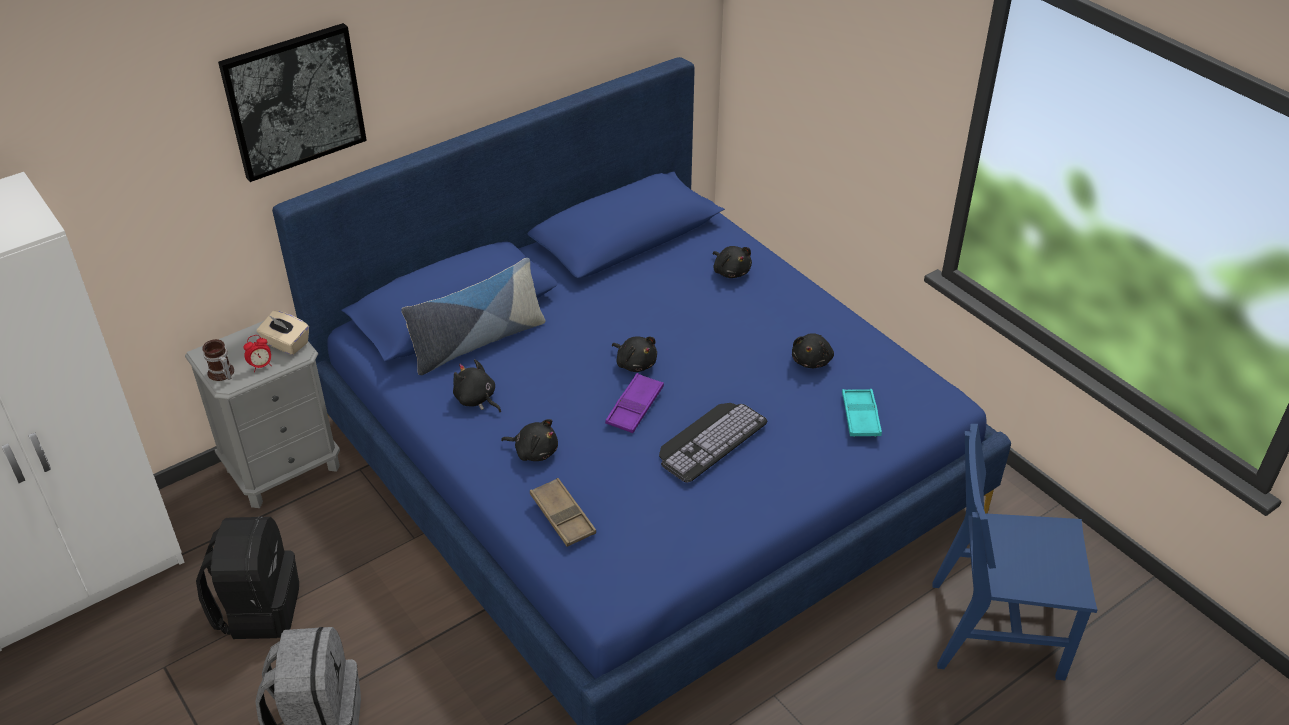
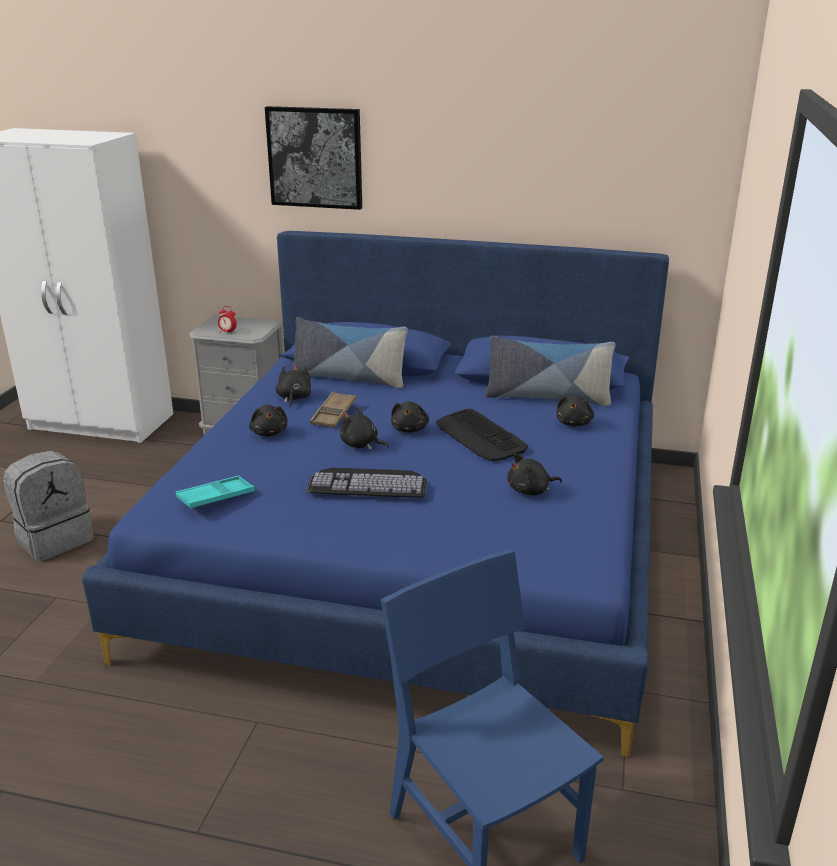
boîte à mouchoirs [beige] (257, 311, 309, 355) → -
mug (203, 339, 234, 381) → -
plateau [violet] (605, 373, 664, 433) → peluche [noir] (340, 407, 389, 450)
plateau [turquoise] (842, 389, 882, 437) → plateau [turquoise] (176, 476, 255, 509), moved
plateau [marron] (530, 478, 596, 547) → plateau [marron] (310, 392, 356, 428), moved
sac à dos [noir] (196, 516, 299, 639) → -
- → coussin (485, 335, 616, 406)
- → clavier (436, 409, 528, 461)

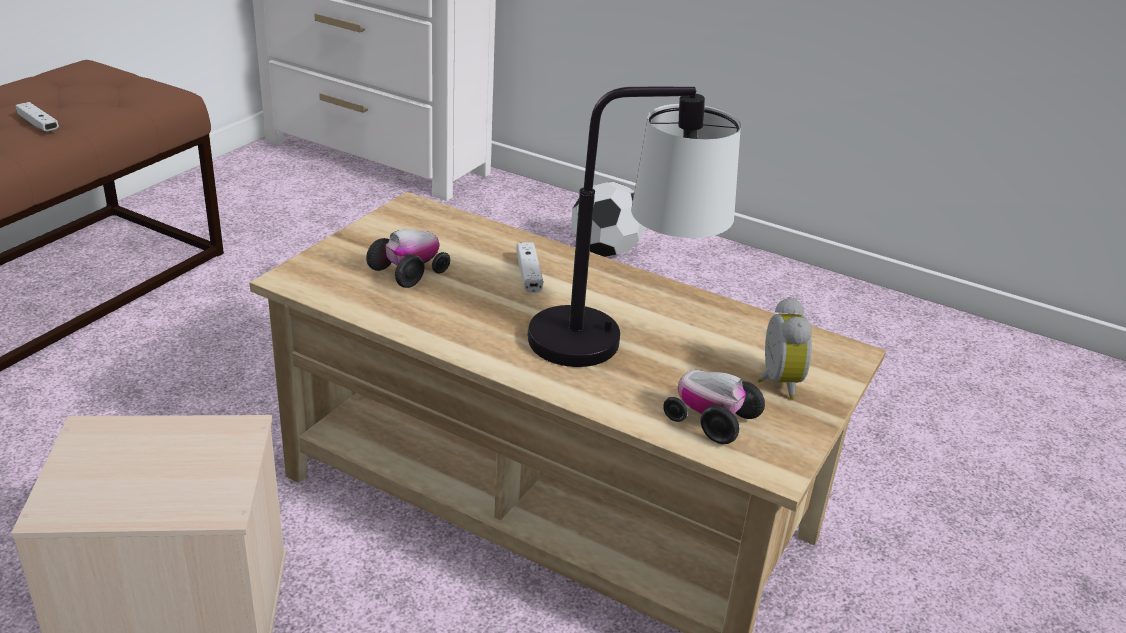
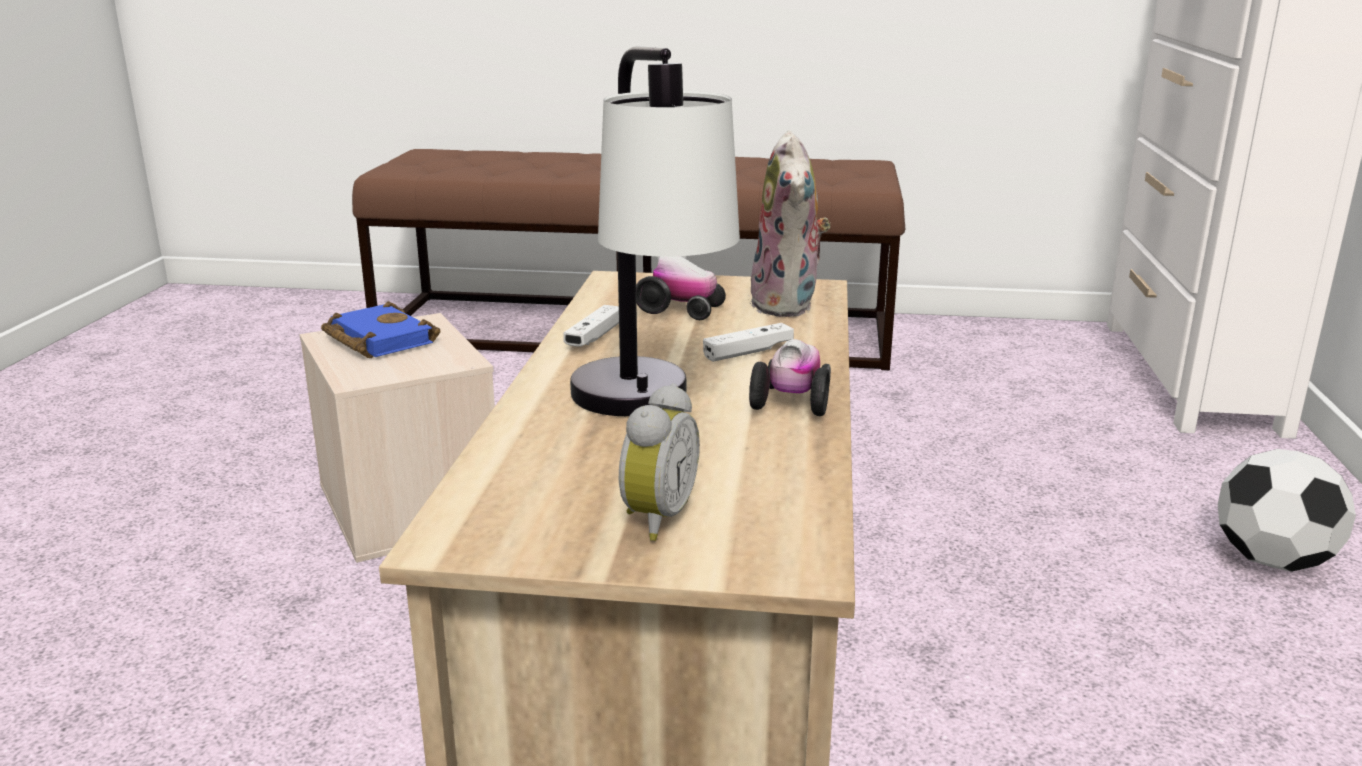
manette [blanc] (15, 102, 59, 131) → manette [blanc] (564, 305, 619, 347), moved
réveil (757, 297, 812, 399) → réveil (619, 384, 700, 541), 45 degrees counterclockwise
petite voiture (663, 370, 765, 444) → petite voiture (749, 339, 831, 416), moved
- → peluche (749, 131, 831, 317)
- → livre [bleu] (321, 301, 441, 358)

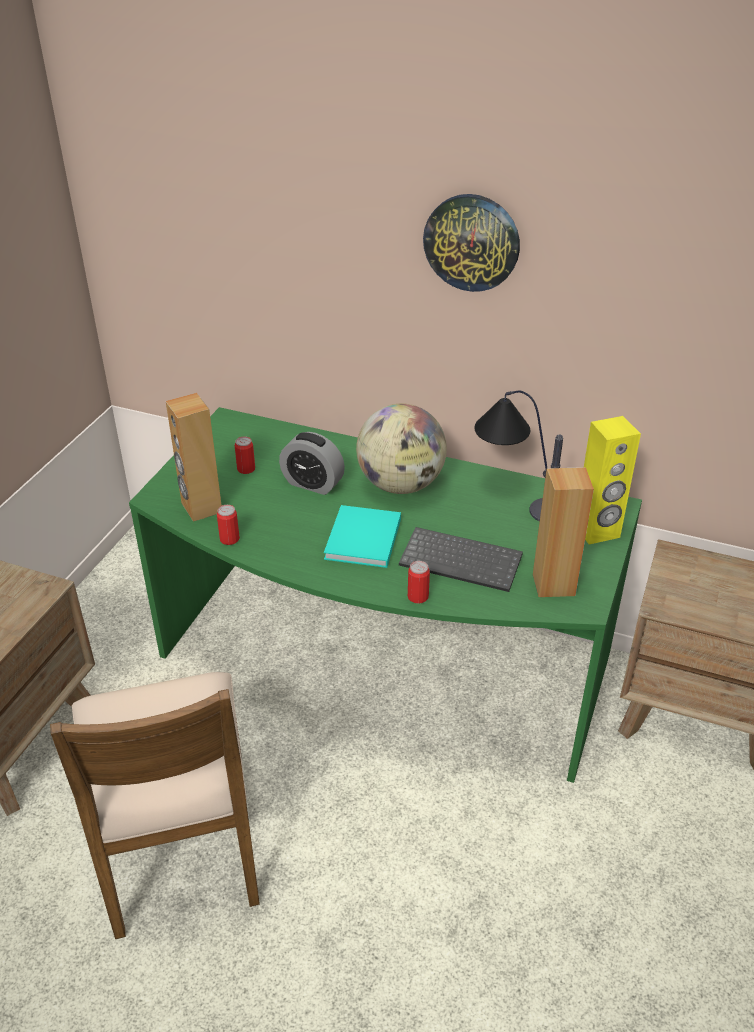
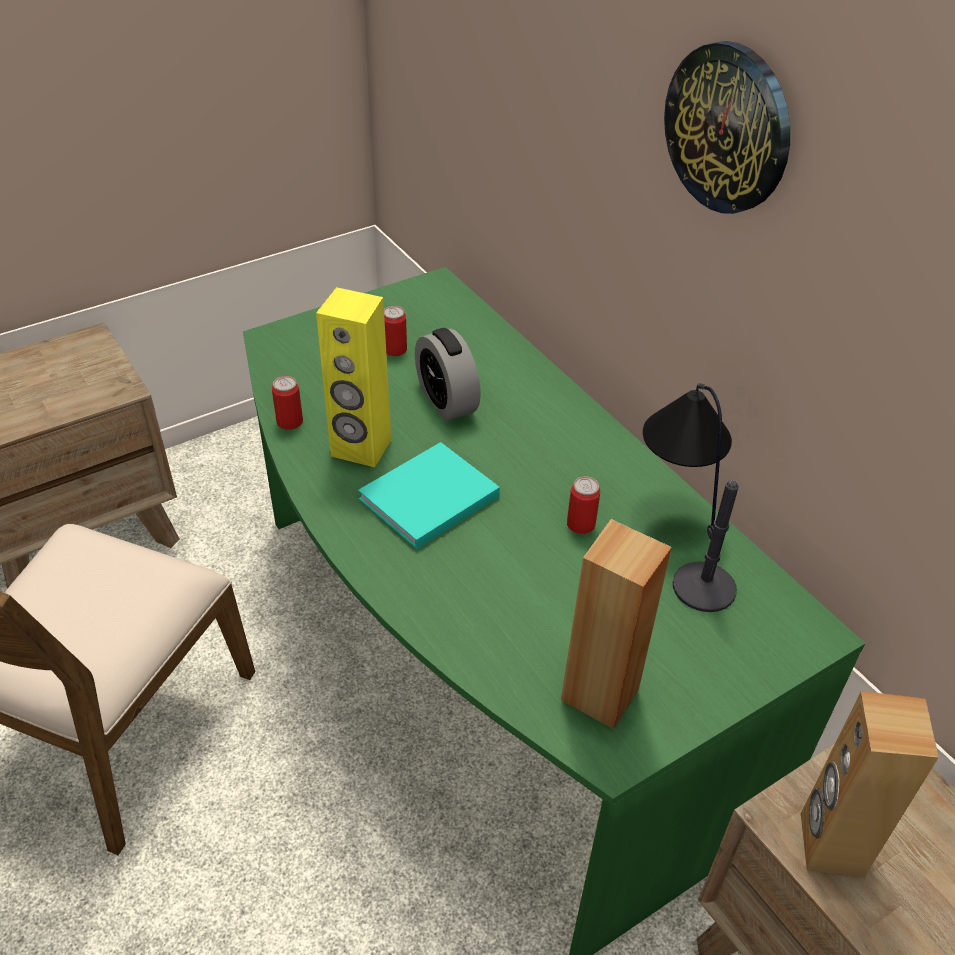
enceinte [marron] (166, 393, 222, 522) → enceinte [marron] (801, 691, 939, 878), moved
globe (356, 403, 447, 494) → -
enceinte [jaune] (584, 416, 641, 544) → enceinte [jaune] (316, 287, 391, 467), moved
clavier (399, 527, 523, 592) → -
boîte métallique (408, 561, 430, 604) → boîte métallique (567, 476, 600, 534), moved

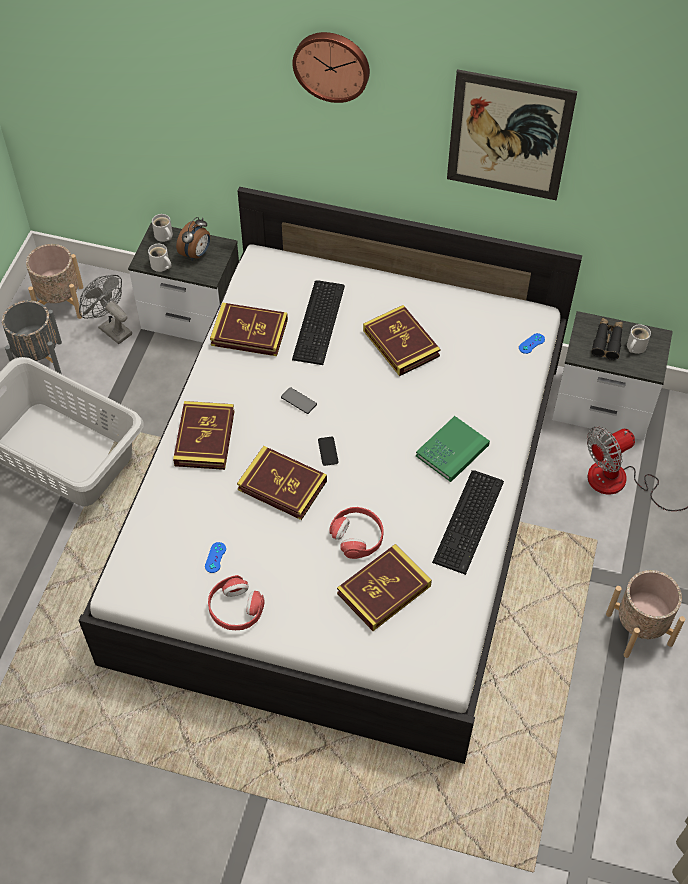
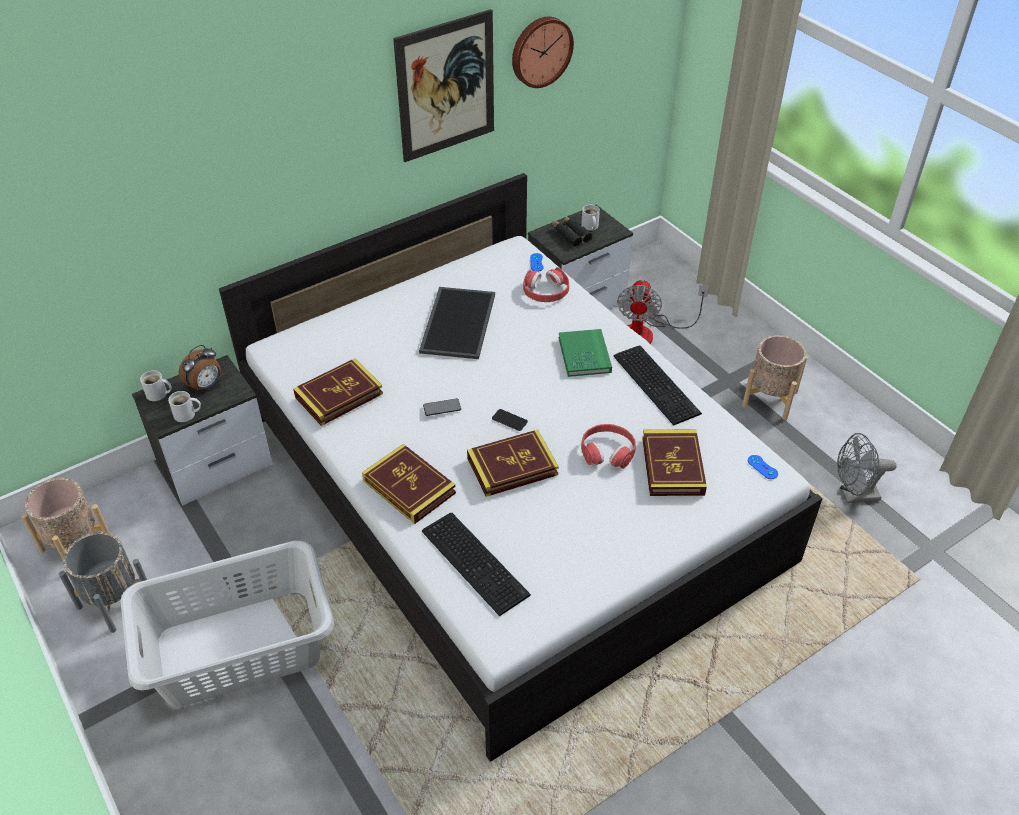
horloge murale (292, 32, 370, 103) → horloge murale (512, 17, 574, 88), moved
réveil (176, 217, 210, 260) → réveil (179, 345, 221, 392), 60 degrees clockwise
ventilateur [gris] (79, 275, 132, 344) → ventilateur [gris] (837, 433, 897, 504), moved
clavier (292, 280, 345, 365) → clavier (422, 513, 531, 616), moved
livre (363, 305, 441, 376) → plateau (419, 287, 495, 359)
manette [bleu] (205, 542, 226, 573) → manette [bleu] (748, 455, 778, 479), moved
casque audio [rouge] (208, 575, 264, 630) → casque audio [rouge] (523, 267, 569, 302), moved

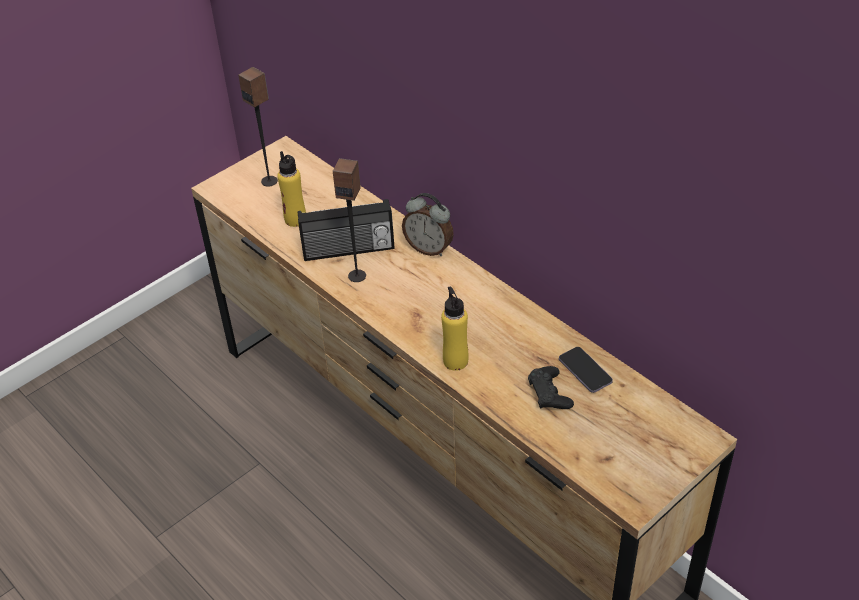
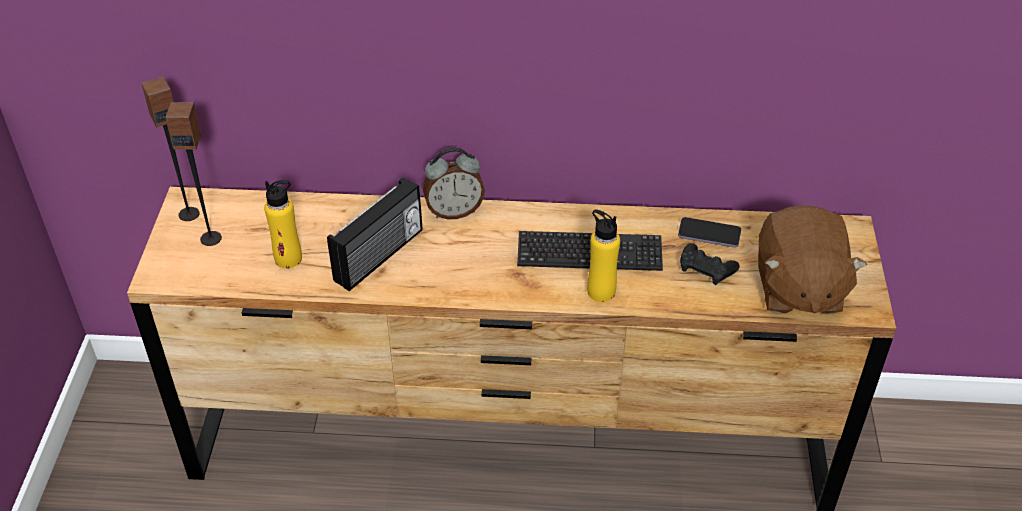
enceinte (333, 158, 366, 282) → enceinte (141, 77, 200, 221), moved
- → peluche [marron] (758, 205, 867, 314)
- → clavier (517, 231, 663, 271)

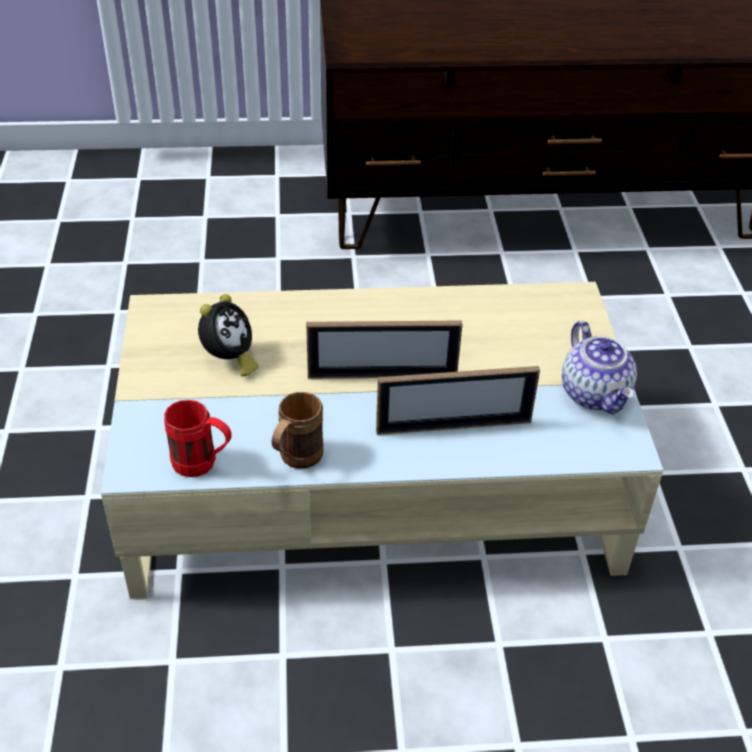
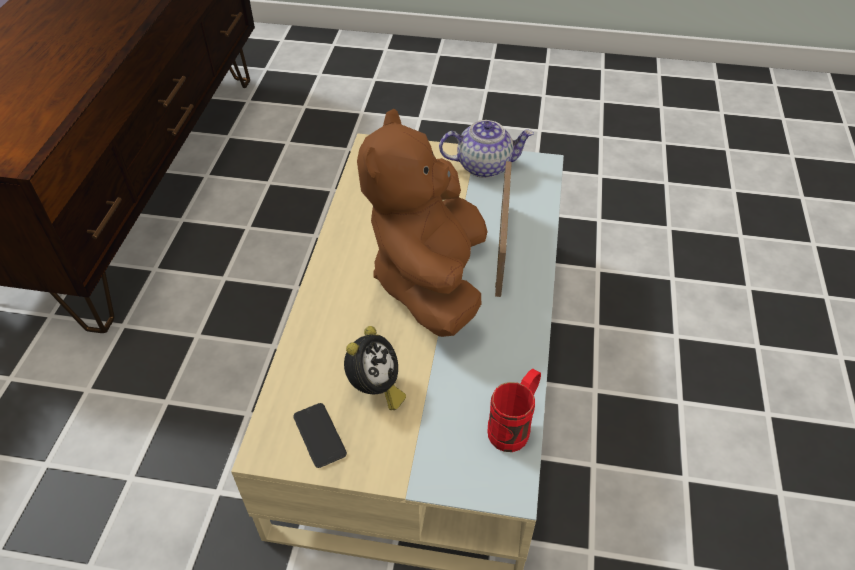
réveil (198, 294, 258, 377) → réveil (344, 326, 406, 410), 75 degrees clockwise
cadre photo (306, 321, 462, 379) → peluche [marron] (357, 109, 488, 337)
mug [marron] (271, 392, 324, 469) → -
- → téléphone (293, 403, 347, 468)

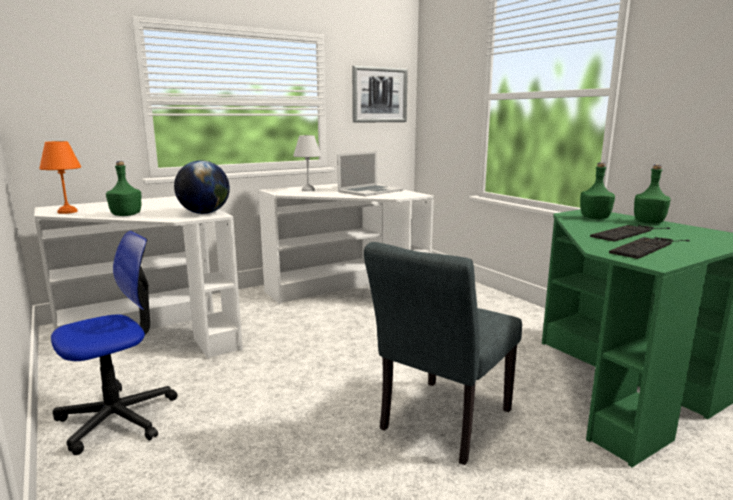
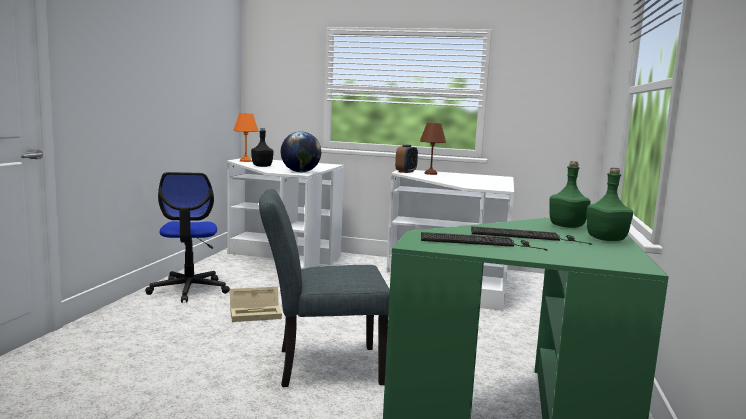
tableau (352, 66, 408, 123) → -
lampe de table [blanc] (293, 135, 321, 191) → lampe de table [marron] (420, 123, 446, 175)
ordinateur portable (337, 151, 404, 196) → -
bouteille [vert] (106, 161, 141, 216) → bouteille [noir] (251, 128, 274, 167)
chaise de bureau (51, 231, 178, 455) → chaise de bureau (145, 172, 230, 303), 75 degrees clockwise
- → réveil (395, 145, 418, 173)
- → boîte de rangement [beige] (230, 287, 282, 322)

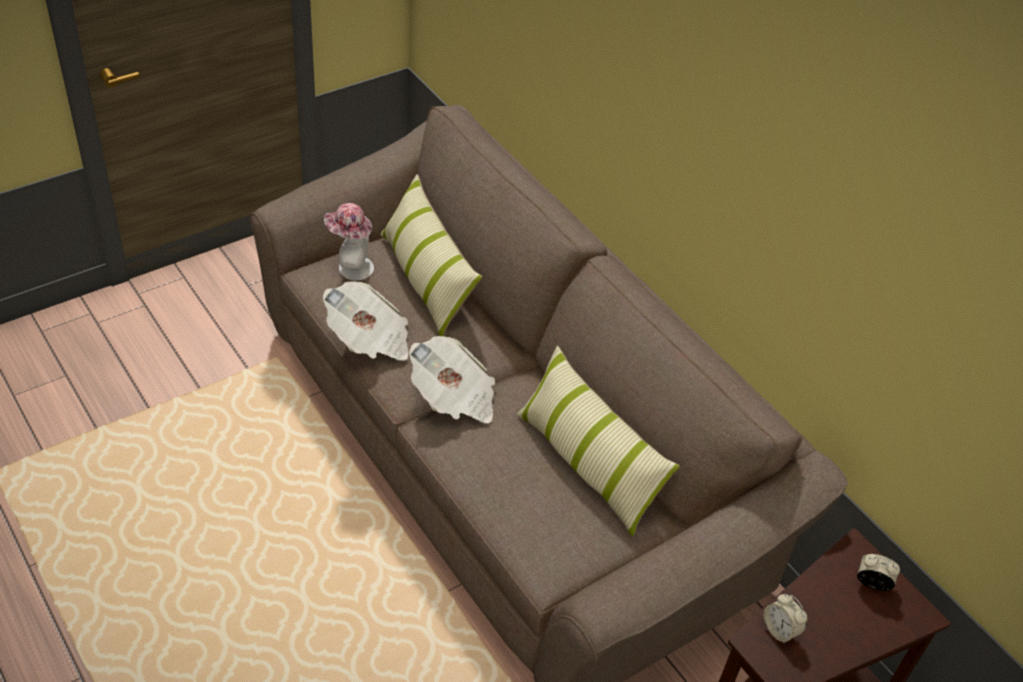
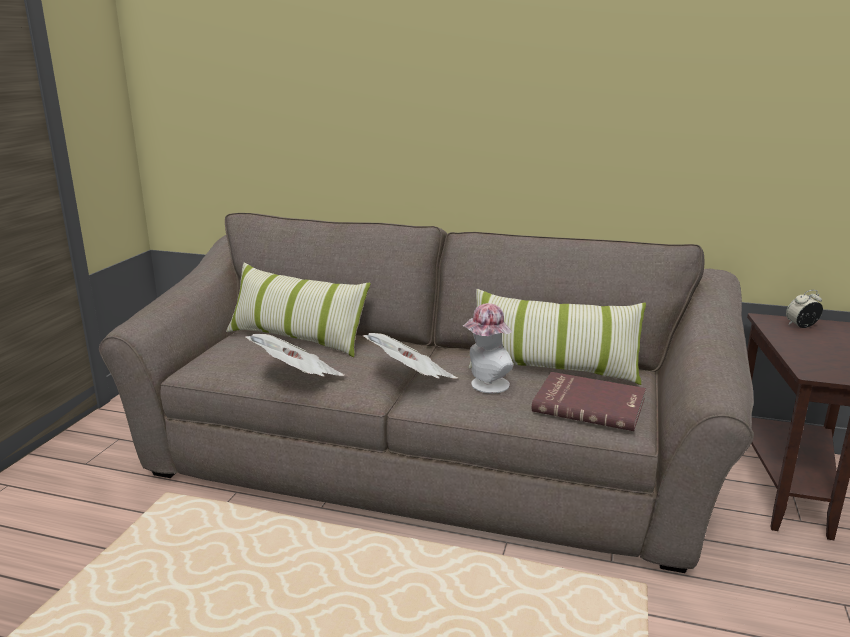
chapeau (324, 203, 374, 281) → chapeau (463, 303, 513, 394), moved
réveil (764, 594, 807, 644) → -
- → livre [rouge] (532, 372, 646, 431)

